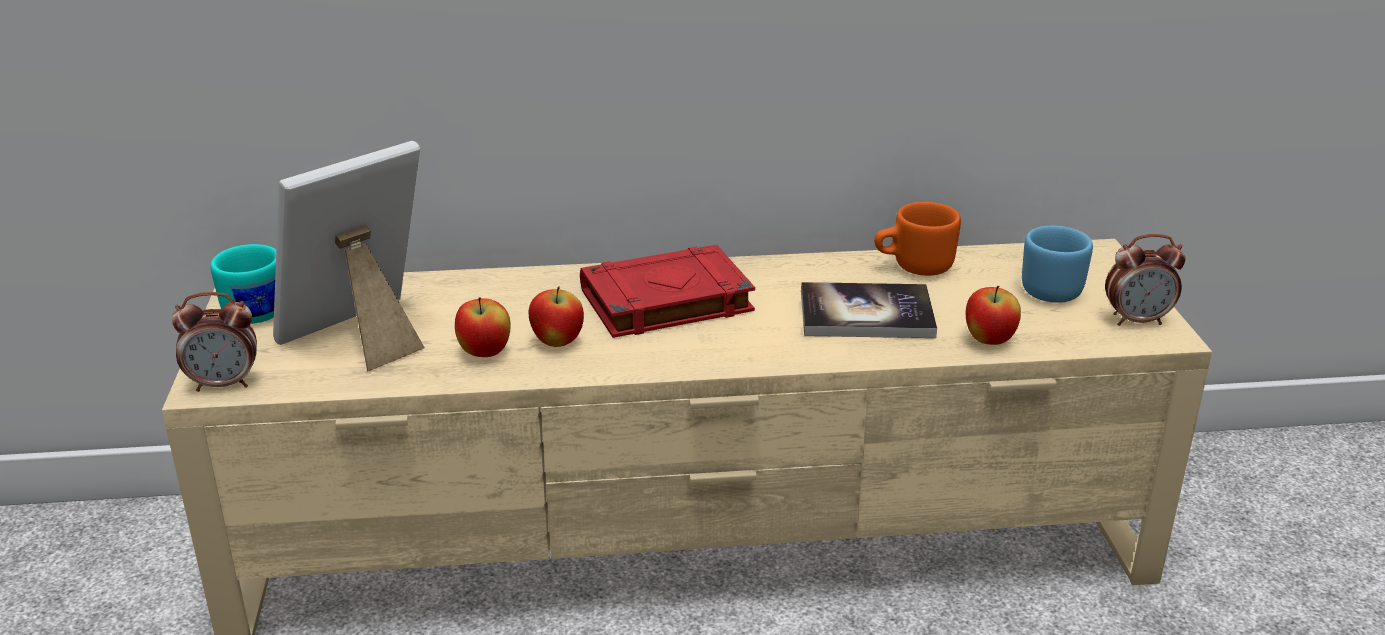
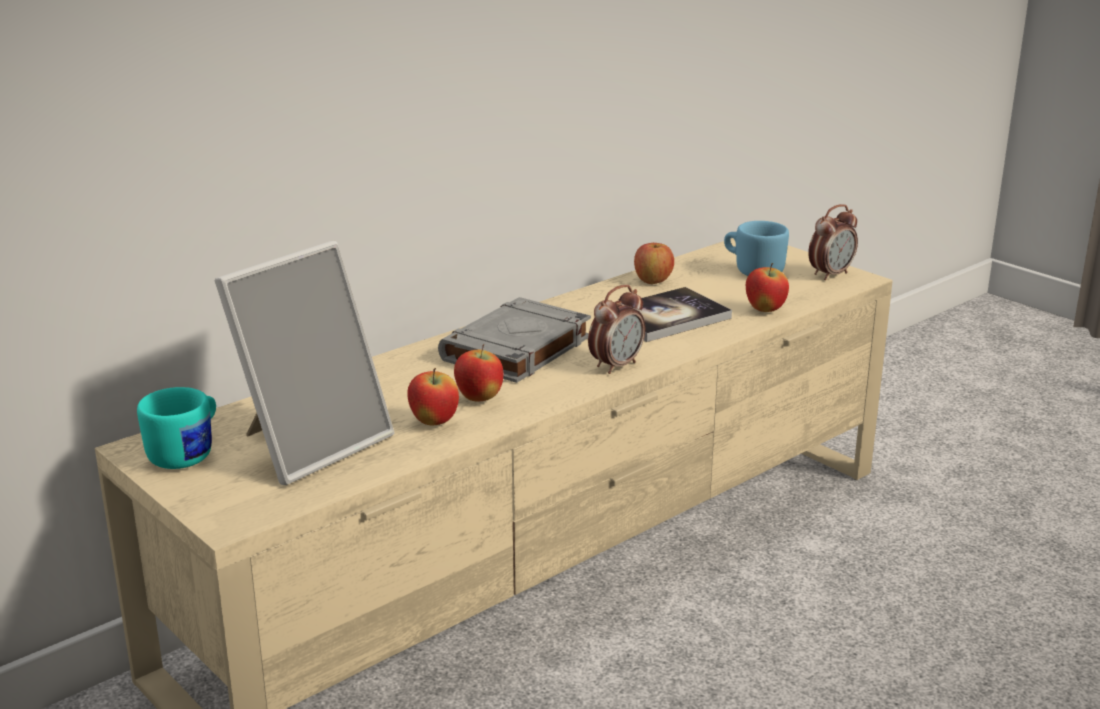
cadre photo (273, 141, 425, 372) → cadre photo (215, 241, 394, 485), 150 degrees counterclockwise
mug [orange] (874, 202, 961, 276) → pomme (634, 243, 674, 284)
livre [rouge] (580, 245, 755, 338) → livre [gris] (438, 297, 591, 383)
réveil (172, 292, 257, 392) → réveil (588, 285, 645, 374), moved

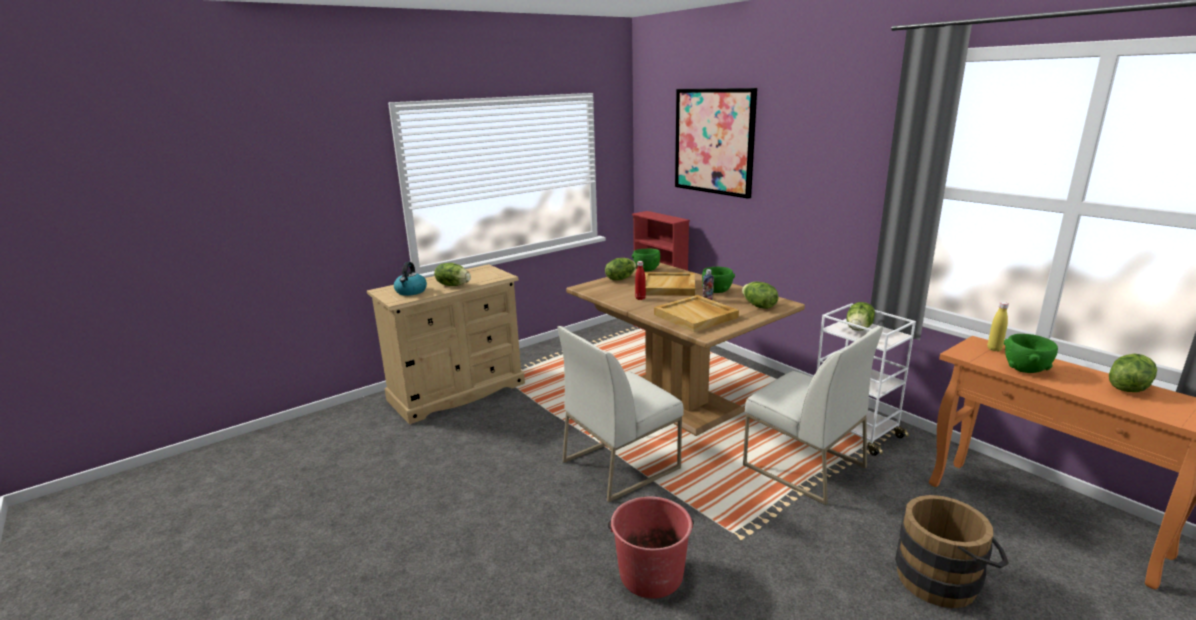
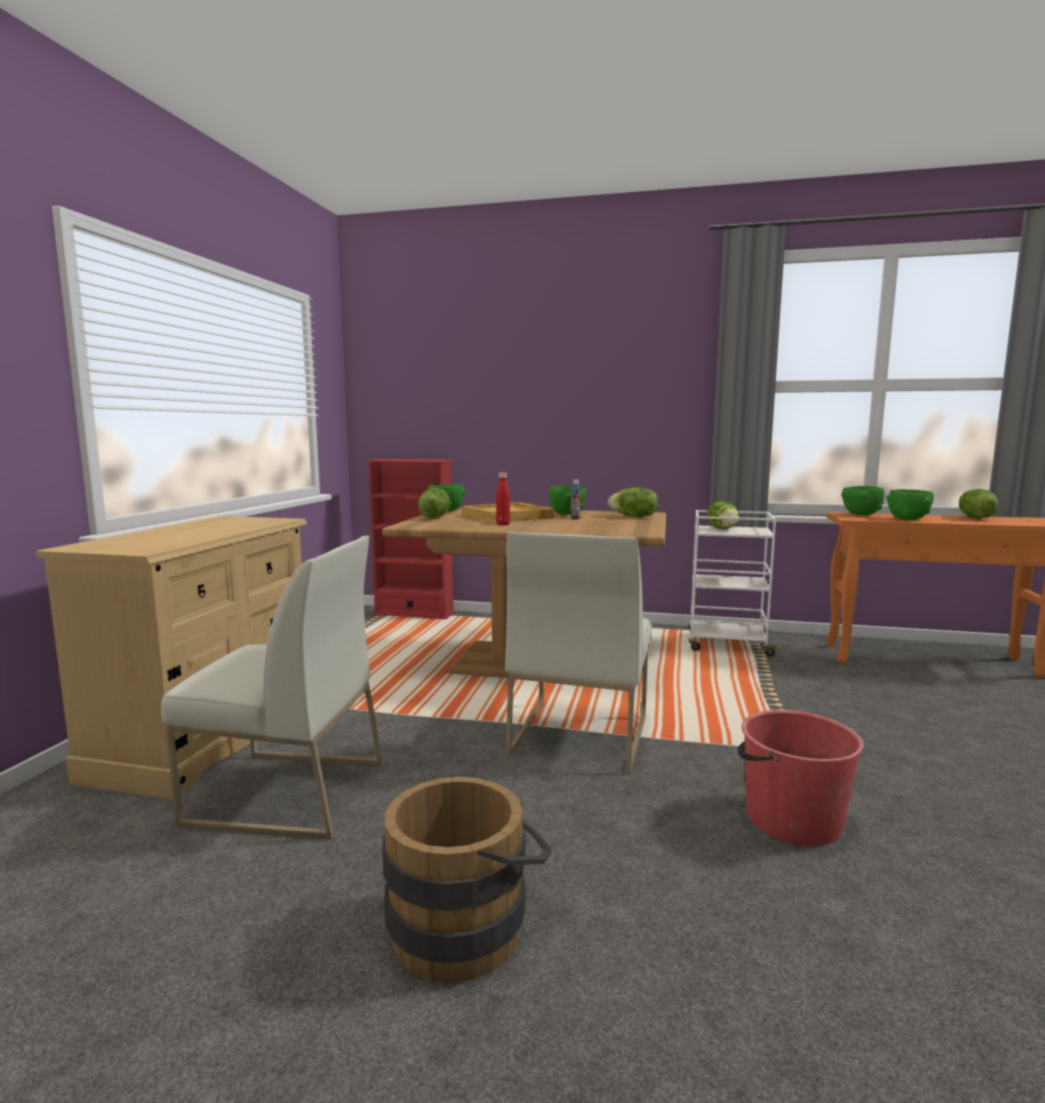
tableau (675, 88, 757, 199) → -
bouilloire (394, 262, 427, 296) → -
laitue (434, 263, 471, 286) → -
plateau [beige] (654, 295, 739, 332) → -
bouteille [jaune] (987, 302, 1009, 351) → bol [vert] (841, 486, 884, 515)
chaise [blanc] (743, 326, 883, 505) → chaise [blanc] (161, 536, 383, 840), moved
seau [marron] (895, 495, 1009, 608) → seau [marron] (382, 777, 552, 983), moved

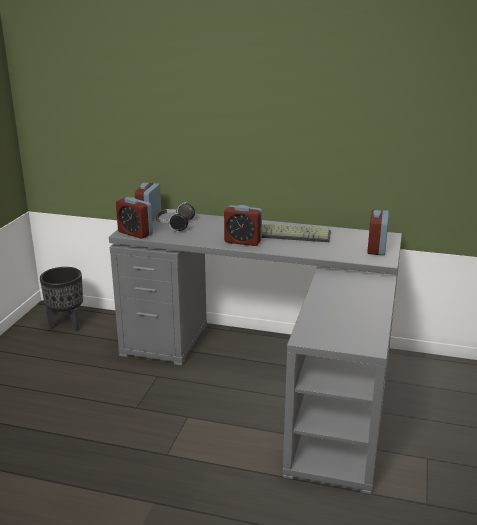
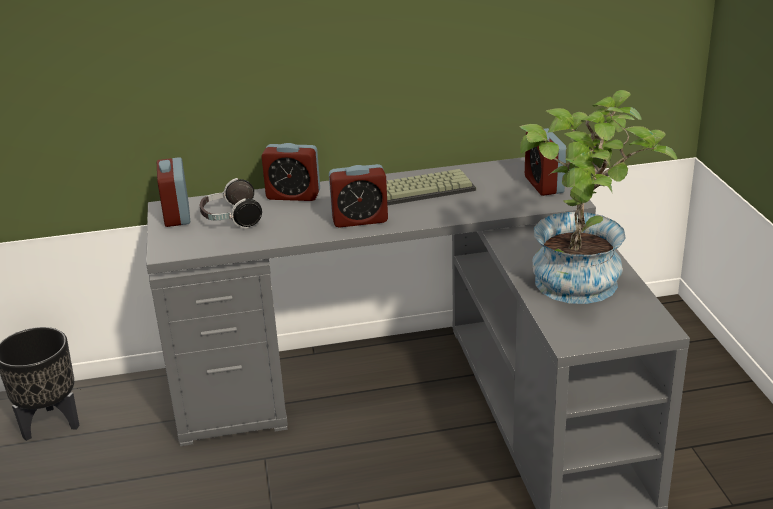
réveil (116, 197, 153, 239) → réveil (261, 143, 320, 201), moved
- → plante en pot (520, 90, 677, 304)

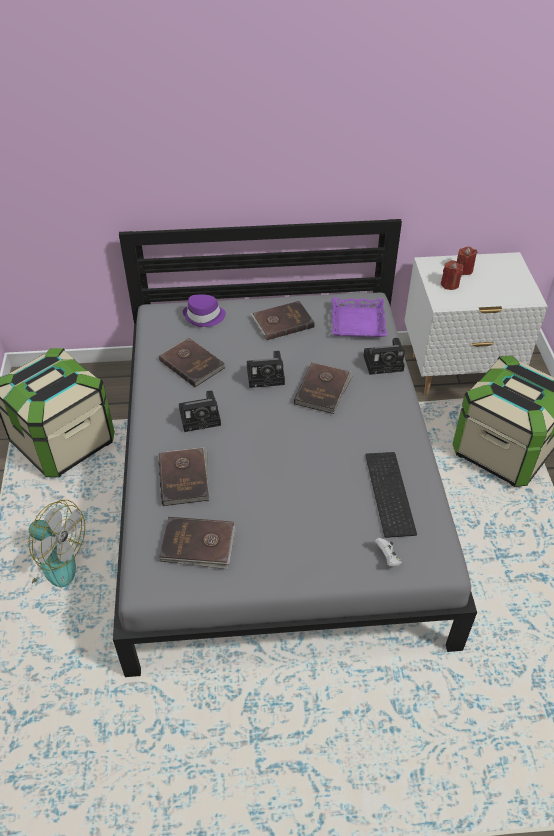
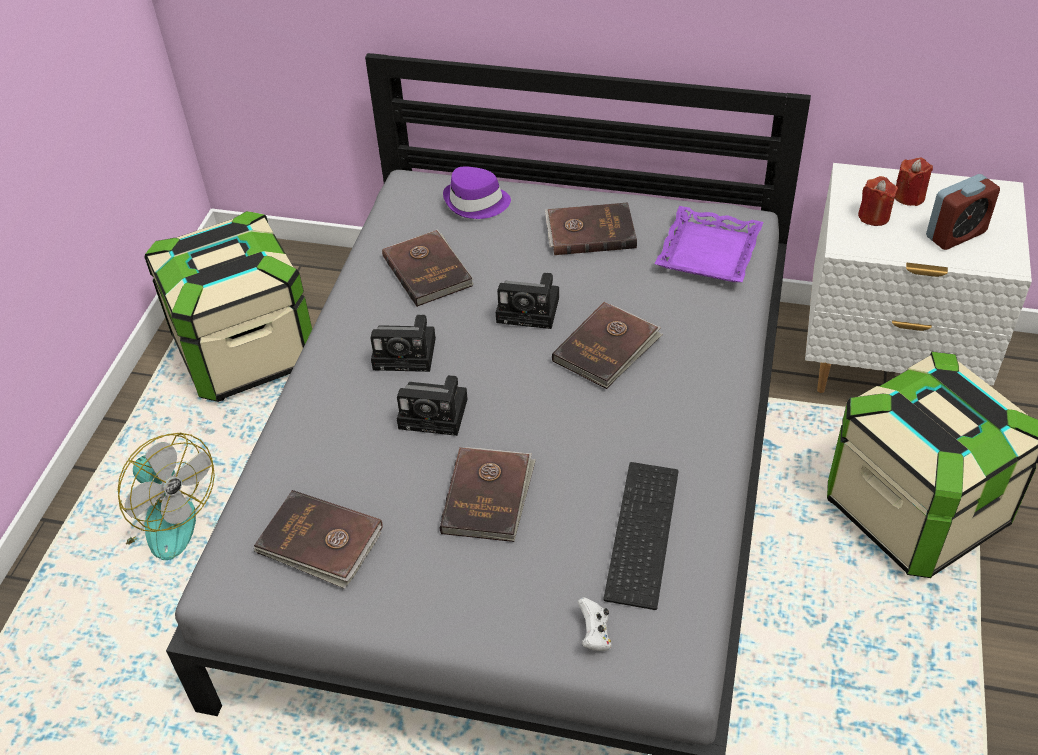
appareil photo (363, 338, 405, 375) → appareil photo (397, 375, 468, 436), moved
livre [marron] (159, 447, 210, 506) → livre [marron] (440, 447, 536, 542), moved
- → réveil (926, 174, 1000, 250)

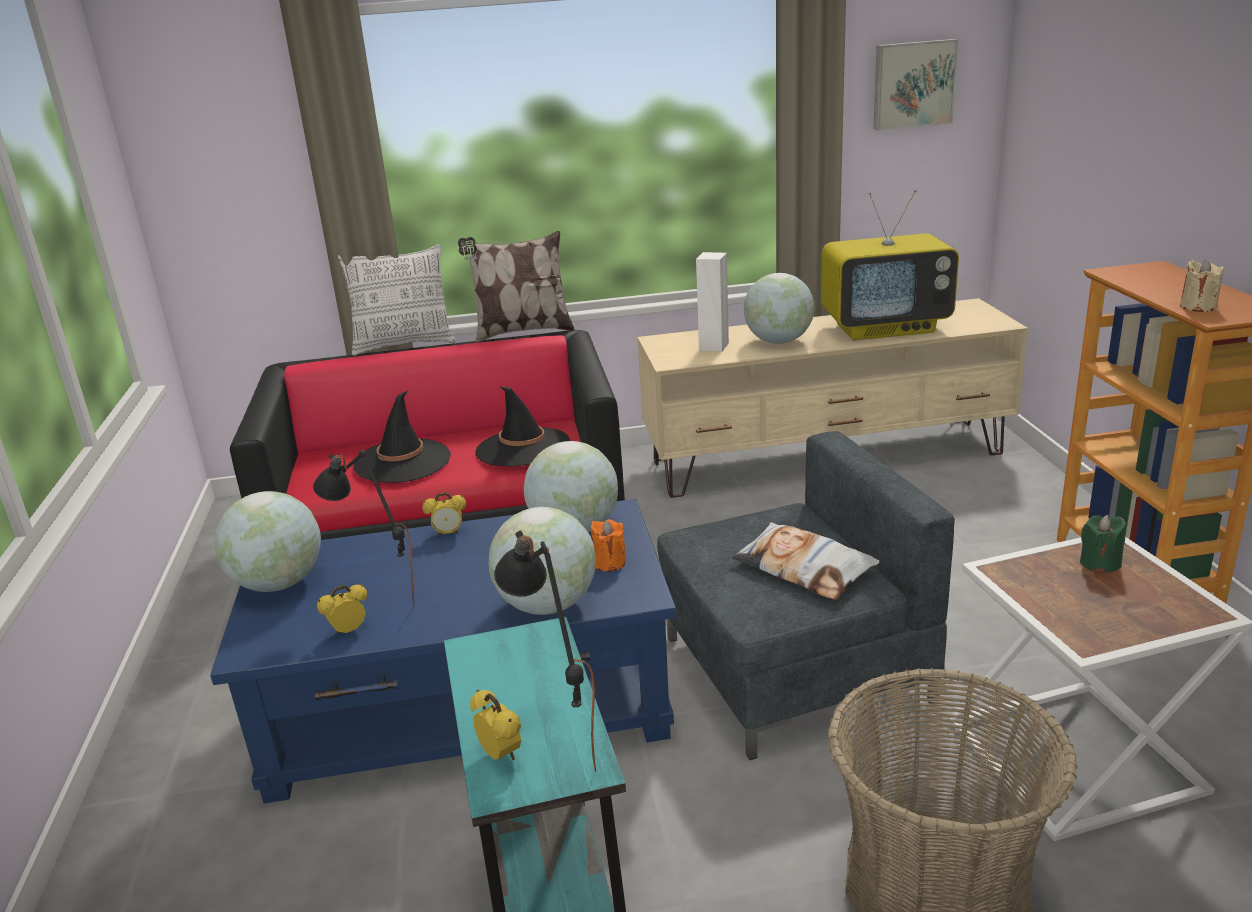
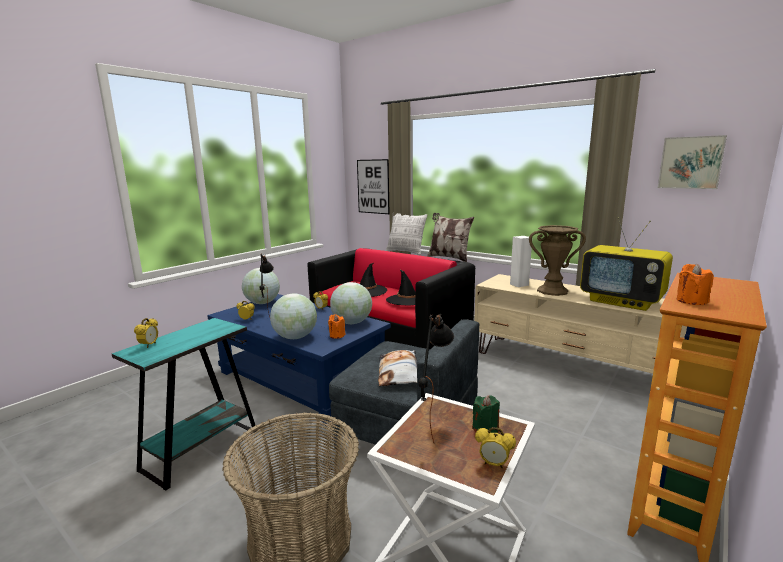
bougie [beige] (1180, 260, 1224, 312) → bougie [orange] (677, 264, 714, 305)
globe (744, 273, 814, 344) → vase [marron] (529, 225, 586, 296)
lampe de table [noir] (494, 531, 596, 772) → lampe de table [noir] (419, 314, 454, 443), moved
- → tableau (357, 159, 389, 214)
- → réveil (475, 427, 516, 469)

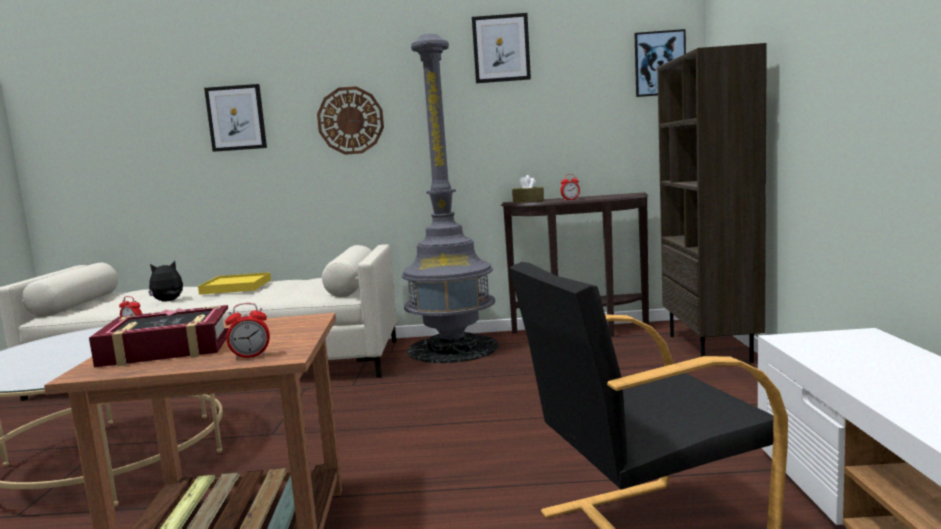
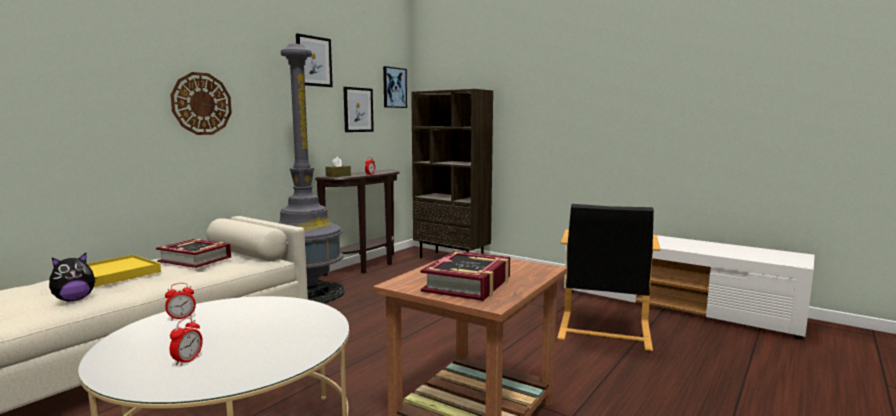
tableau (204, 84, 267, 152) → tableau (343, 87, 374, 132), moved
peluche (148, 261, 183, 301) → peluche (49, 253, 96, 301), 135 degrees counterclockwise
réveil (225, 303, 270, 360) → réveil (170, 317, 203, 366), moved
- → livre (156, 239, 231, 268)

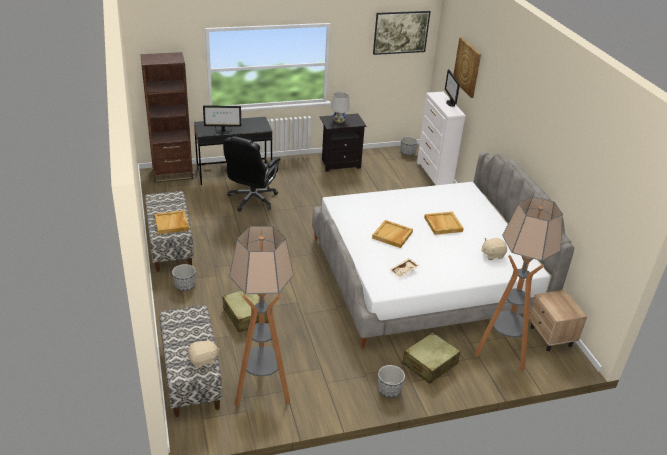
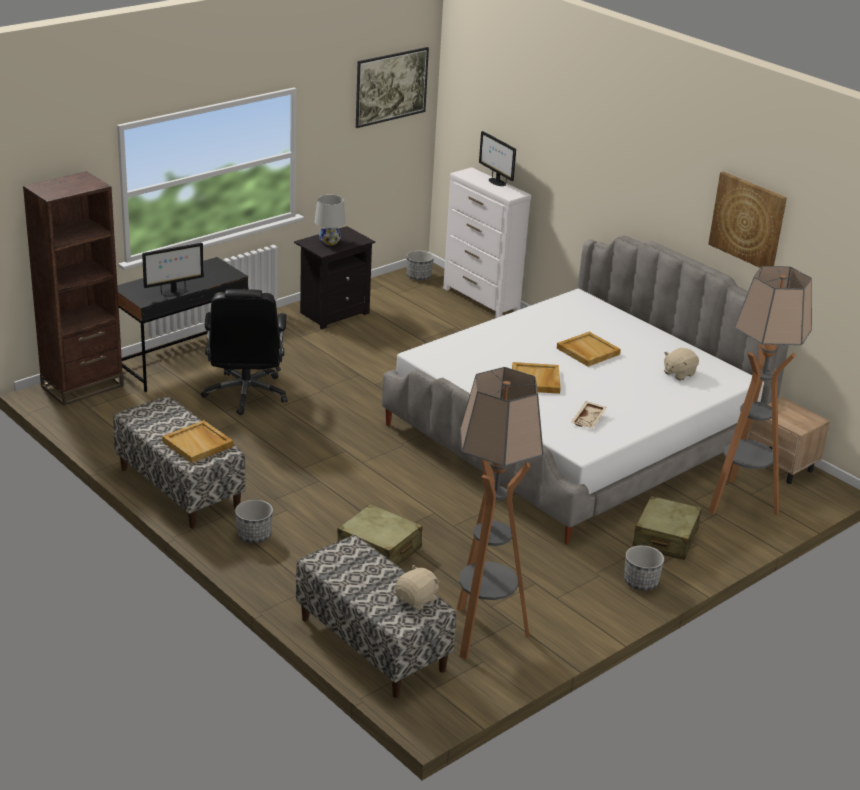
tableau (453, 37, 481, 98) → tableau (708, 172, 787, 268), moved

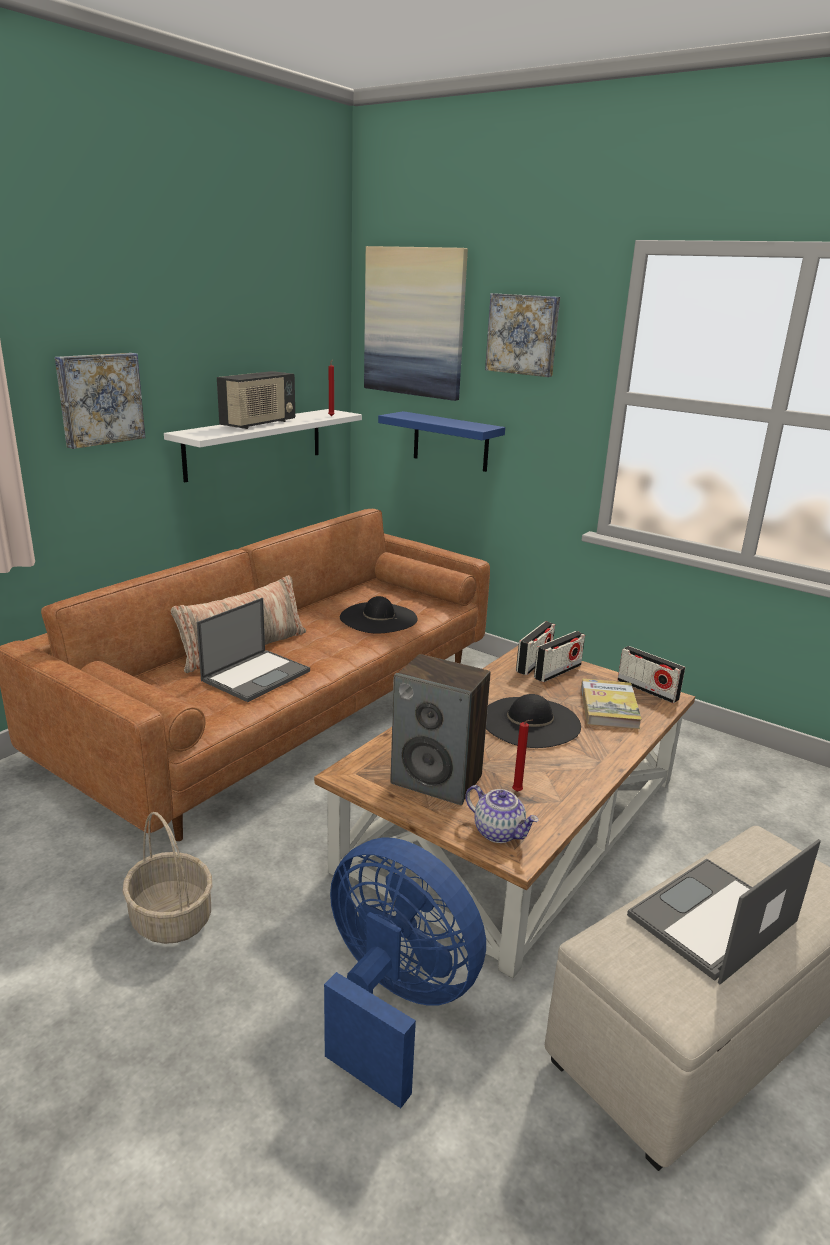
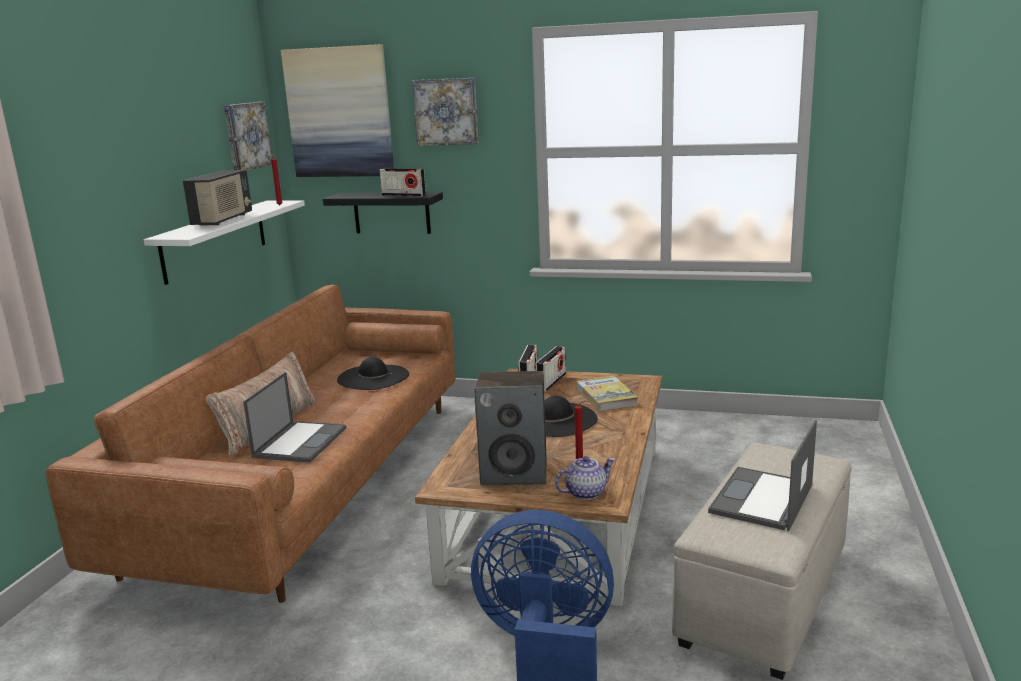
tableau (55, 353, 145, 449) → tableau (224, 102, 273, 171), moved
étagère [bleu] (378, 411, 505, 472) → étagère [noir] (323, 192, 443, 234)
radio (617, 646, 685, 703) → radio (380, 168, 426, 197), moved
théière (465, 785, 539, 843) → théière (555, 456, 615, 500), 45 degrees counterclockwise
panier (122, 812, 212, 944) → -

